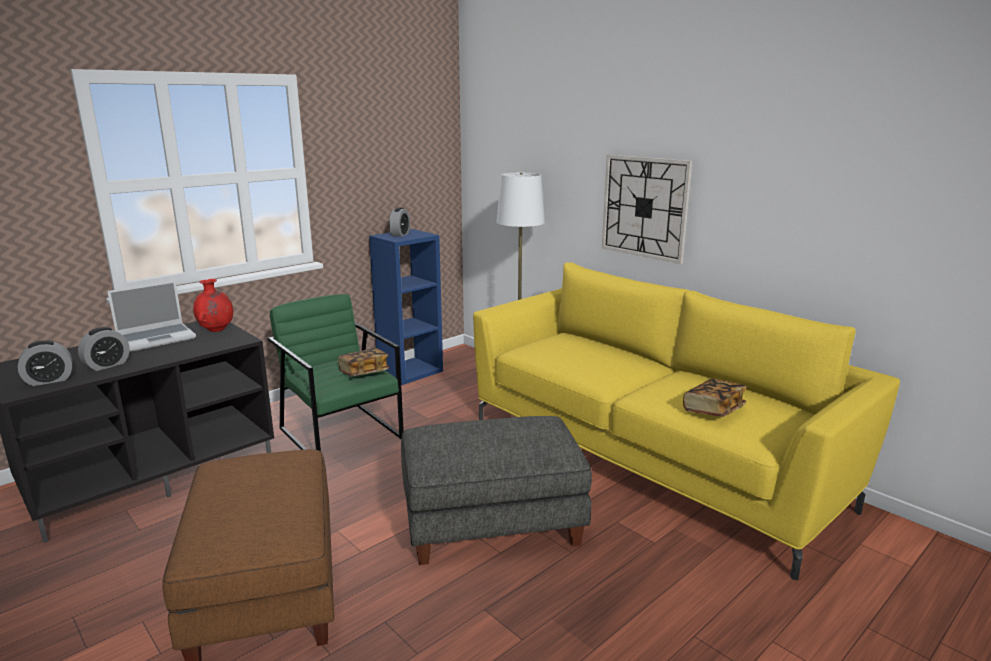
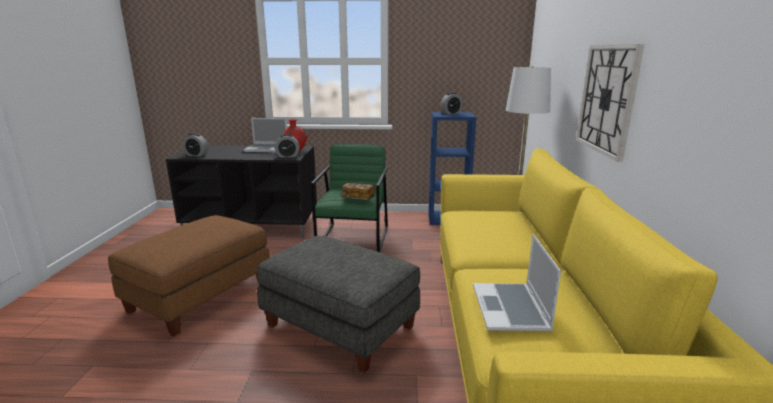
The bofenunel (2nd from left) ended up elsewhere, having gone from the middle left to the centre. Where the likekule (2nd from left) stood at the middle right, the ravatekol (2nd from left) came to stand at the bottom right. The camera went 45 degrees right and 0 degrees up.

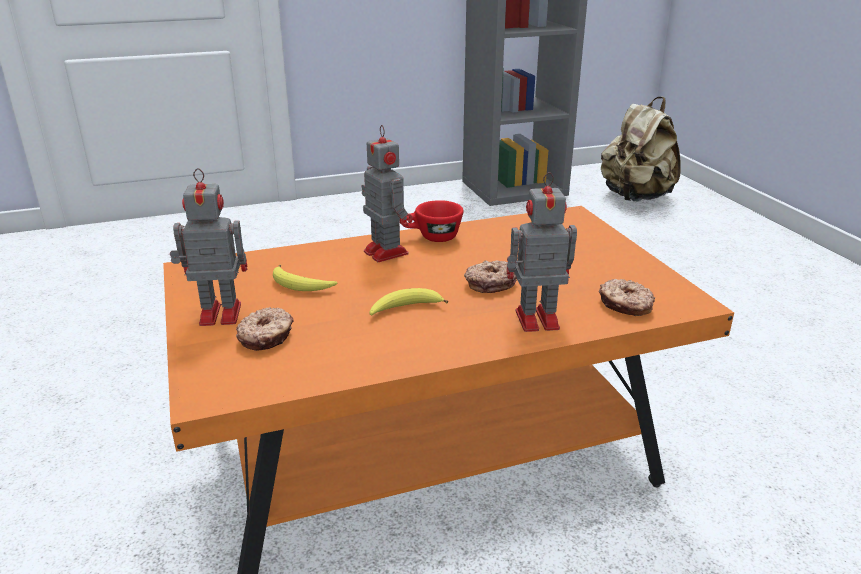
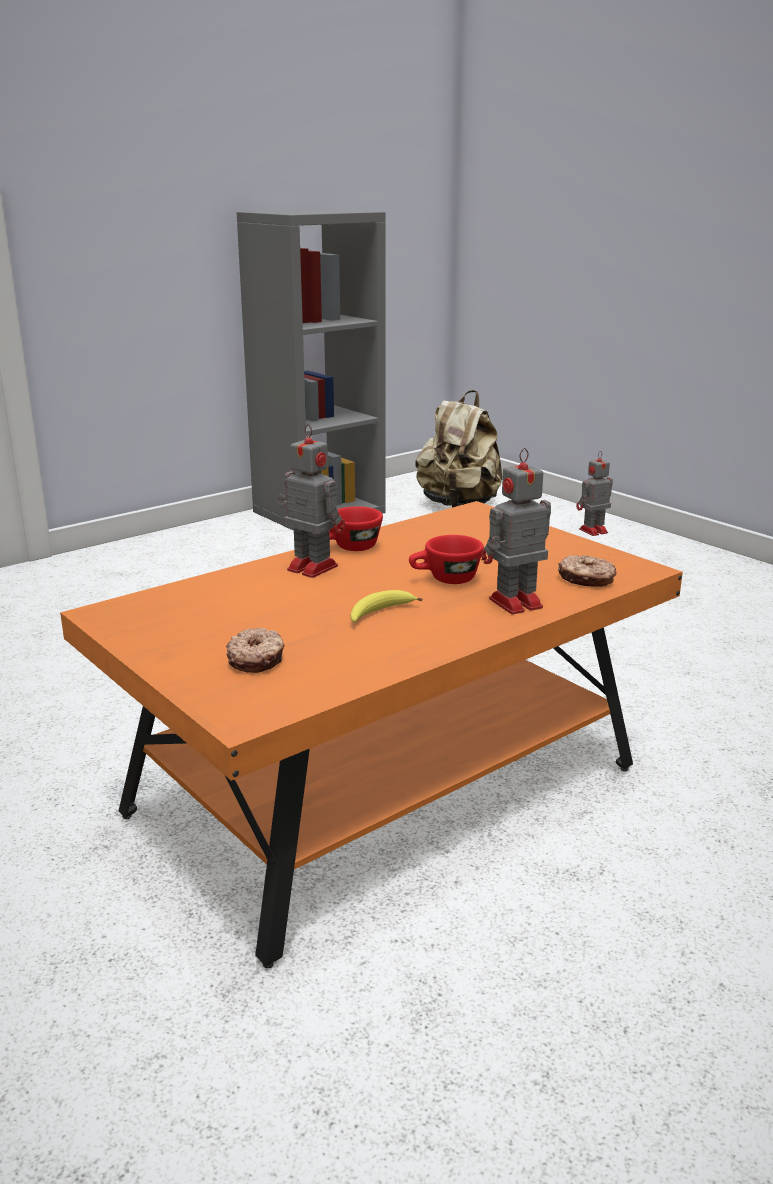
The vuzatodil (1st from left in the first image) ended up elsewhere, having gone from the middle left to the middle right. Where the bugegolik (2nd from left) stood at the centre, the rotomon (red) (2nd from left) came to stand at the centre. The second view lost the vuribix (1st from left) at the centre. The camera went 20 degrees left and 5 degrees down.

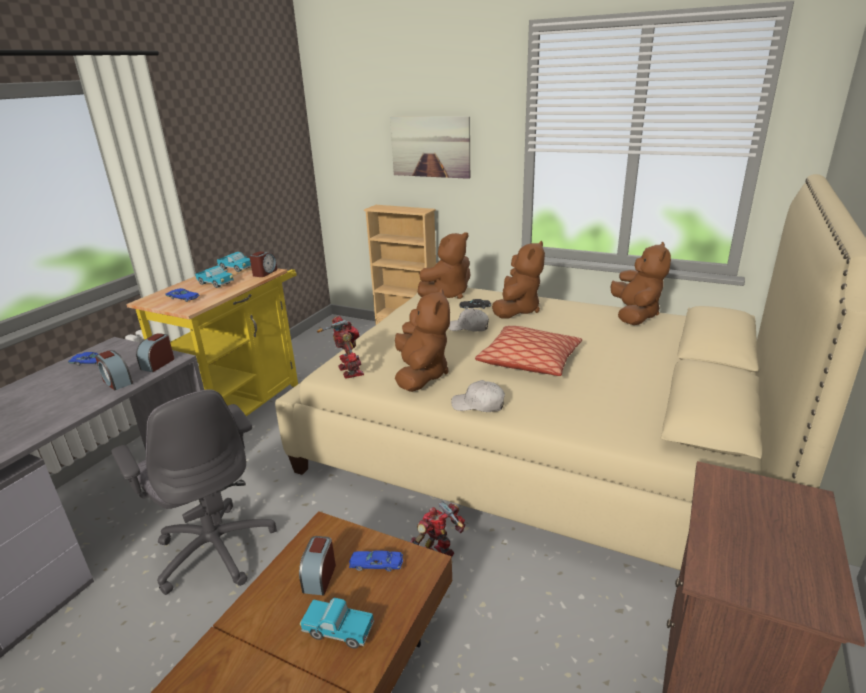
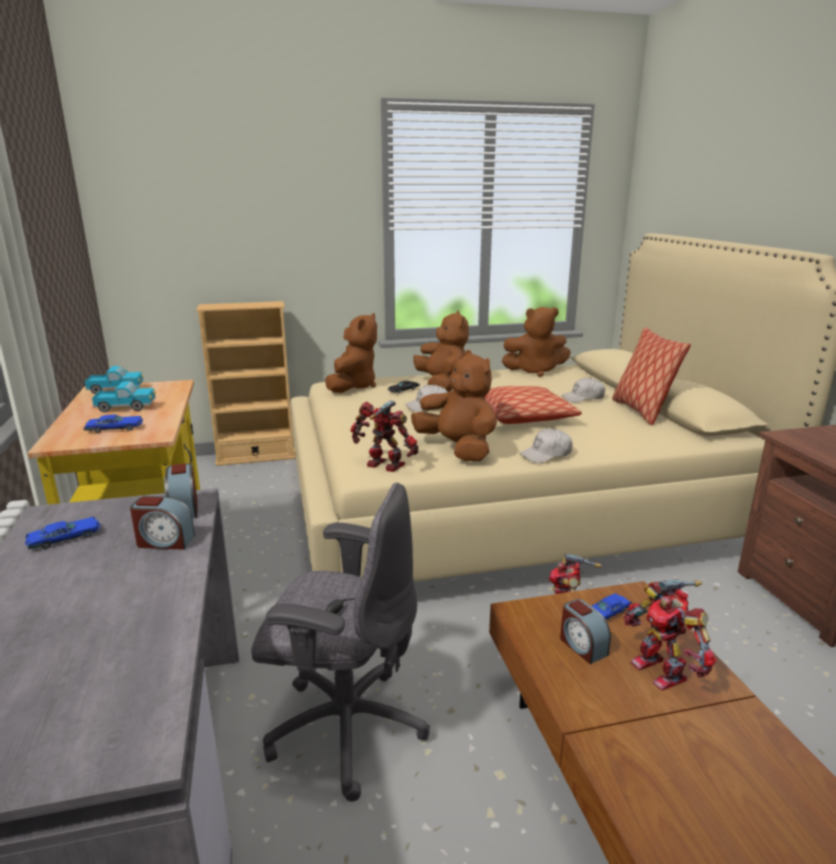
The second view lost the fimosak at the top centre. The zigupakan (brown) (4th from left) at the middle right ended up facing another way, 120 degrees clockwise from before. The second view lost the bofenunel (3rd from left) at the middle left. Where the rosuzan (3rd from left) stood at the bottom centre, the vuzatodil (3rd from left) came to stand at the bottom right. The second view gained the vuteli (2nd from left) at the middle right. The second view gained the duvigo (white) (3rd from left) at the middle right. The camera went 40 degrees left and 5 degrees down.

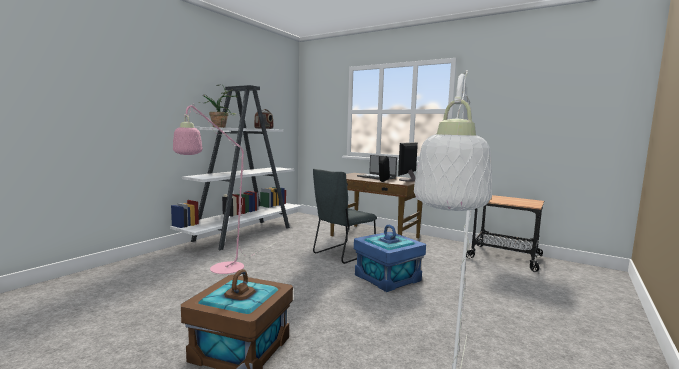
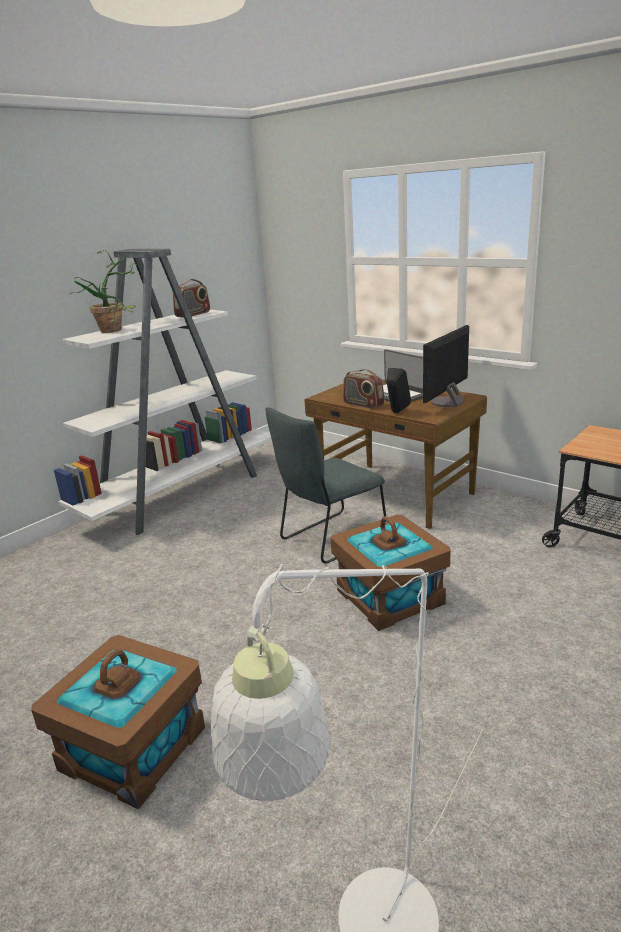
The second view lost the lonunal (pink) at the middle left. What was the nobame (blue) at the bottom centre turned into the nobame (brown) (2nd from left) at the centre. The second view gained the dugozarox (2nd from left) at the centre. The camera went 10 degrees right and 15 degrees up.

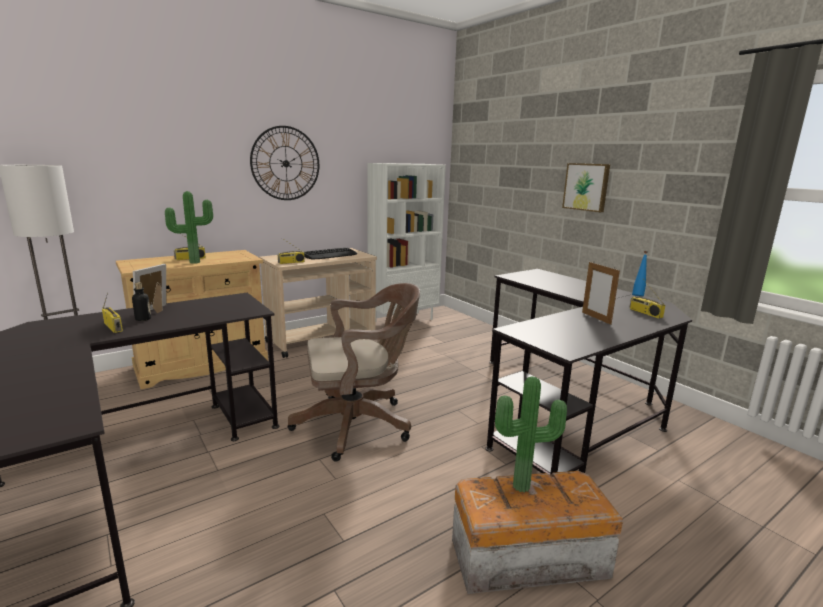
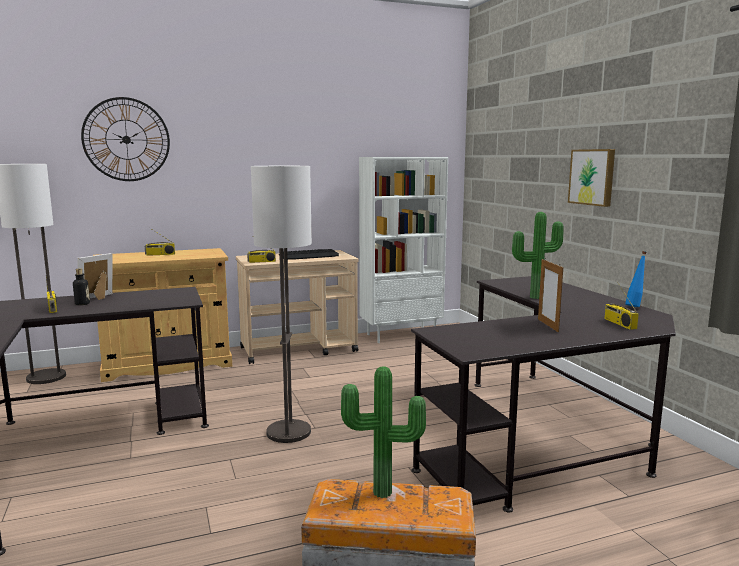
The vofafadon ended up elsewhere, having gone from the top centre to the top left. The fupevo (1st from left in the first image) ended up elsewhere, having gone from the middle left to the middle right. Where the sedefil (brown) stood at the centre, the lonunal (2nd from left) came to stand at the centre. The camera went 15 degrees right and 5 degrees down.

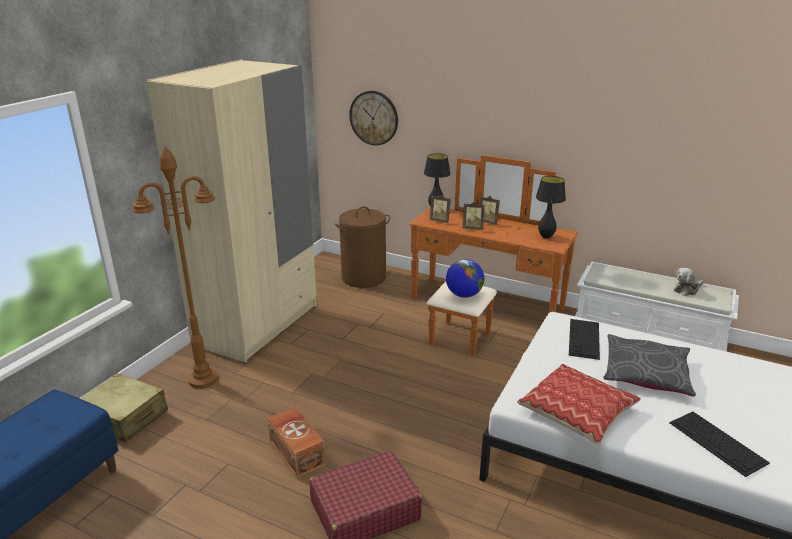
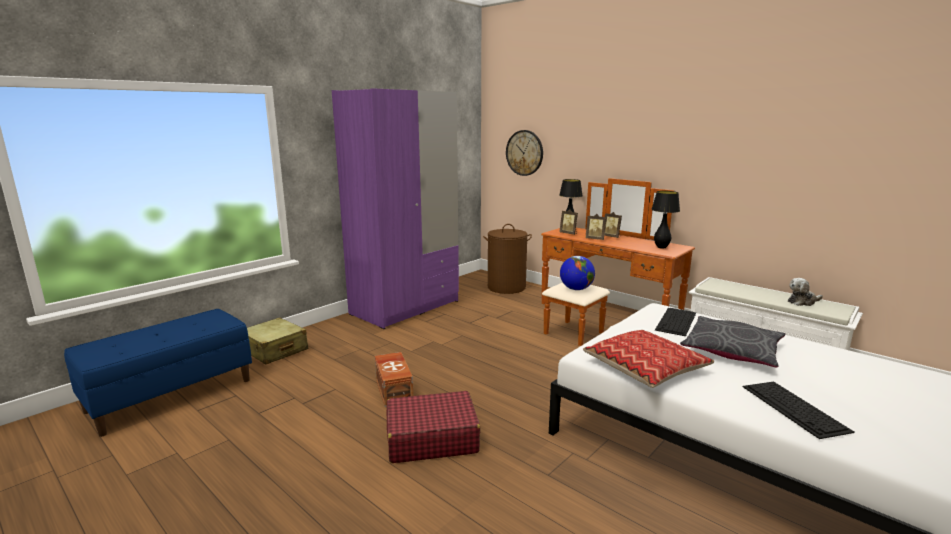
What was the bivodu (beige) at the middle left turned into the bivodu (purple) at the centre. The second view lost the lonunal (brown) at the middle left. The camera went 15 degrees right and 10 degrees down.

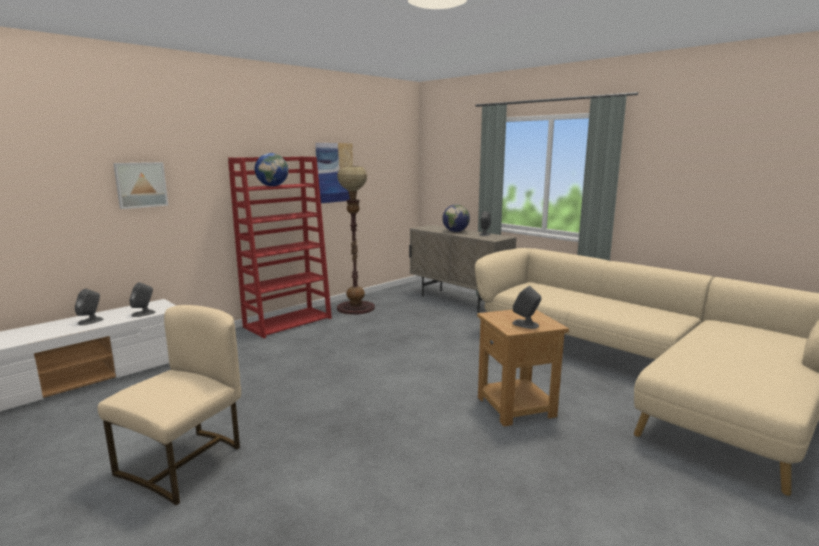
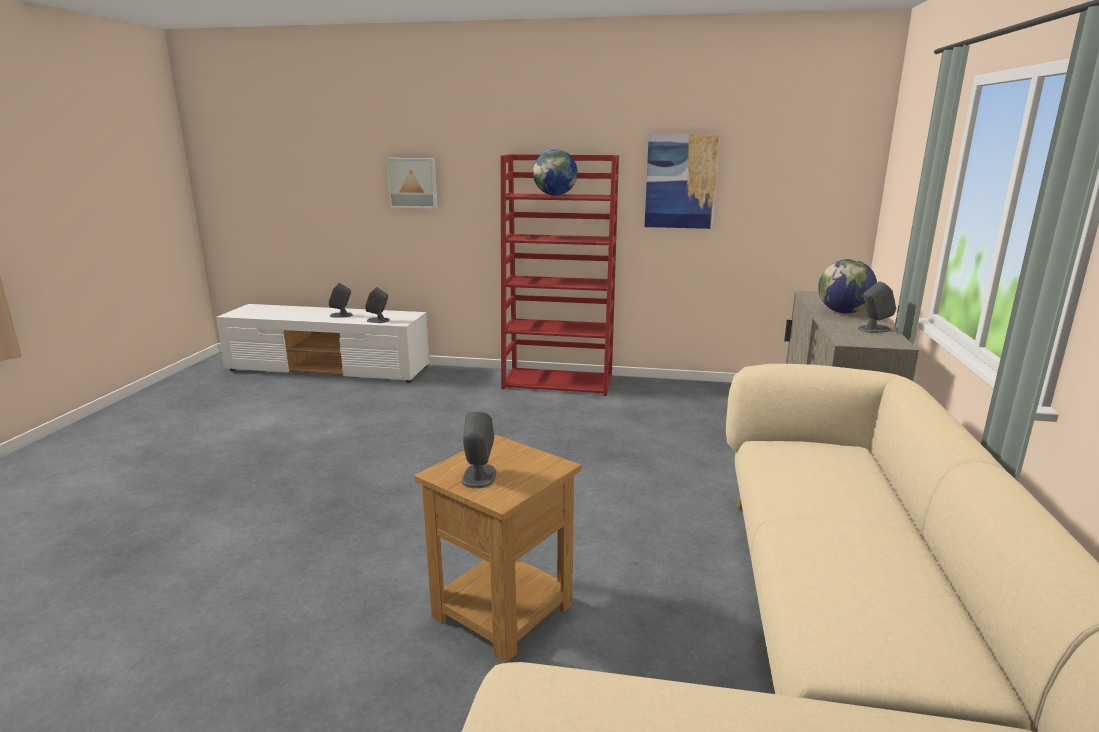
The second view lost the lonunal at the centre. The second view lost the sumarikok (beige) at the bottom left. The camera went 55 degrees right and 5 degrees up.

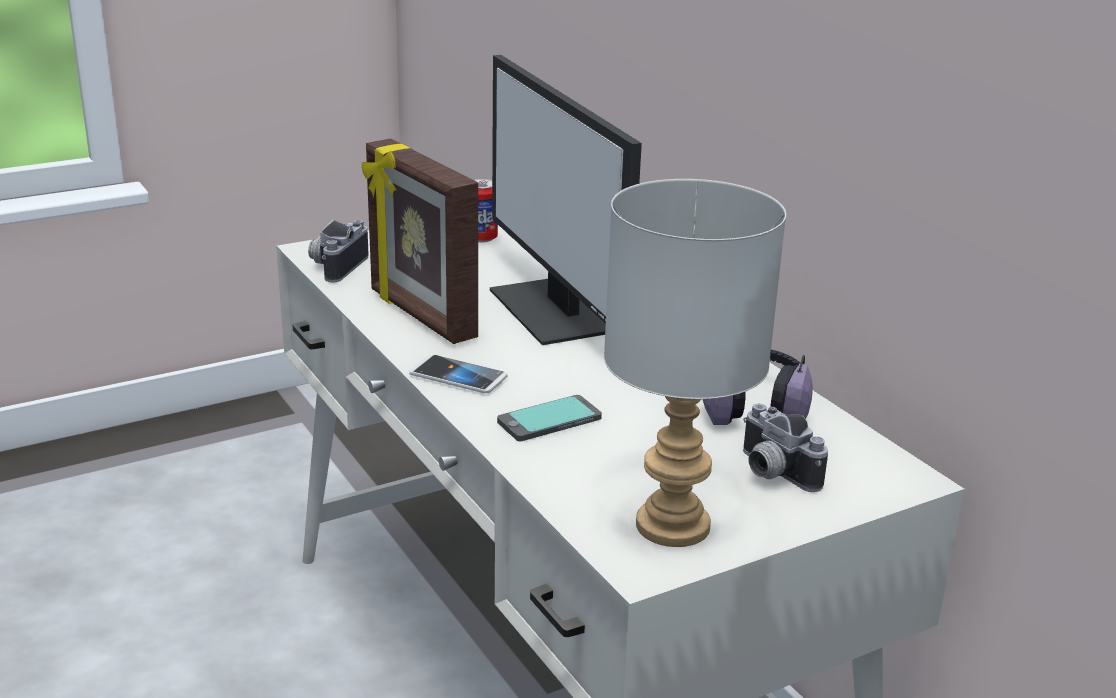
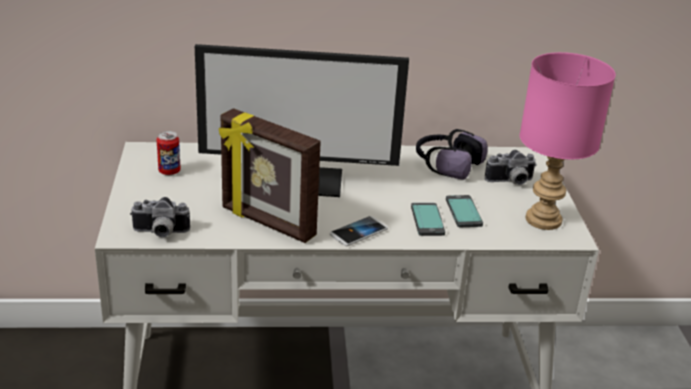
The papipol at the centre ended up facing another way, 45 degrees clockwise from before. What was the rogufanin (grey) at the centre turned into the rogufanin (pink) at the middle right. The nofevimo (1st from left) at the middle left ended up facing another way, 45 degrees counterclockwise from before. The second view gained the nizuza (3rd from left) at the middle right. The camera went 65 degrees left and 5 degrees up.

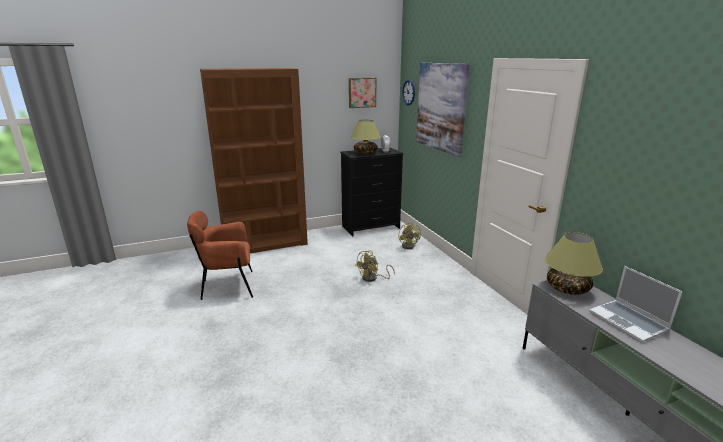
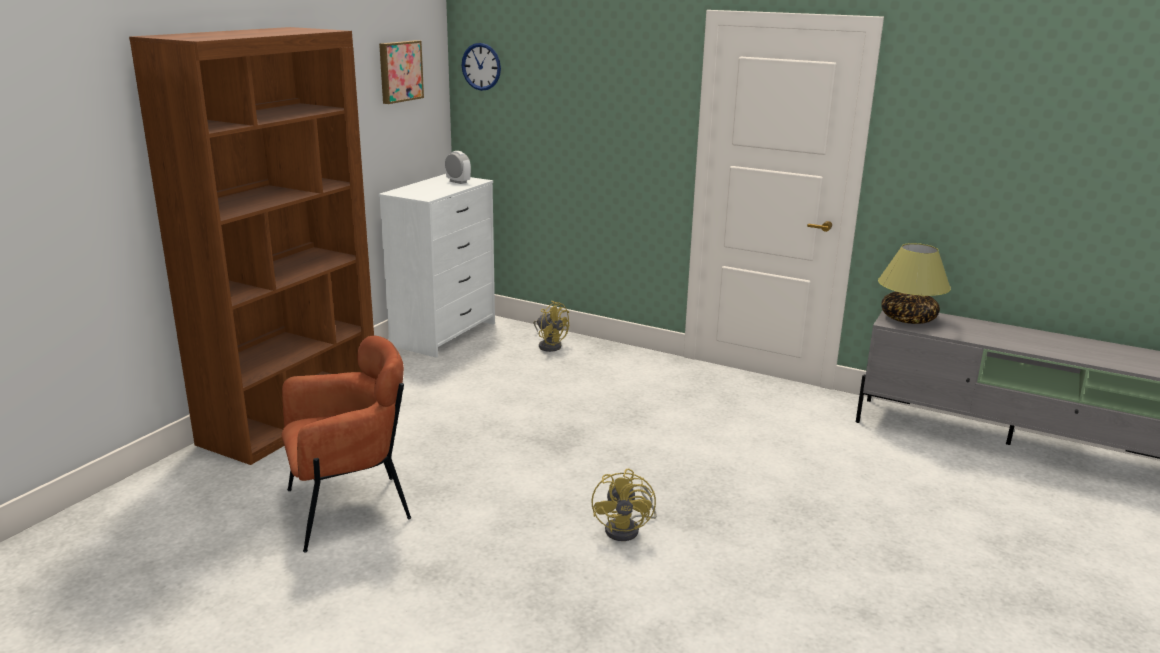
The second view lost the fimosak (2nd from left) at the top centre. The second view lost the rogufanin (1st from left) at the top centre. What was the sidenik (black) at the centre turned into the sidenik (white) at the centre. The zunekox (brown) at the middle left ended up facing another way, 150 degrees counterclockwise from before. The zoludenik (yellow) (1st from left in the first image) ended up elsewhere, having gone from the centre to the bottom centre. The second view lost the ravatekol at the bottom right. The camera went 40 degrees left and 0 degrees up.

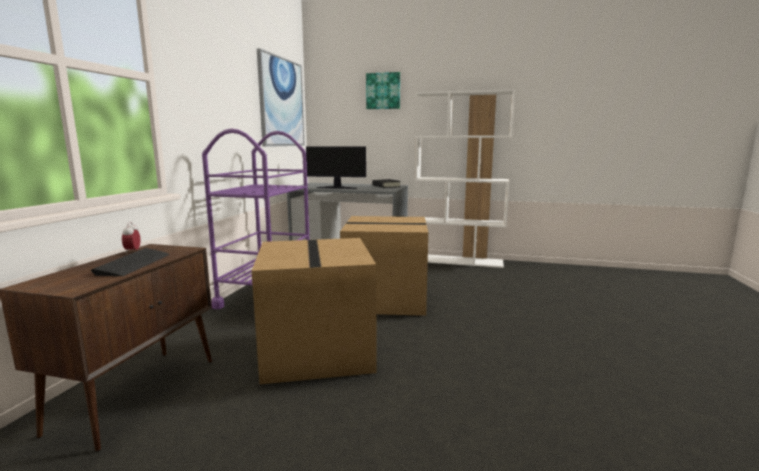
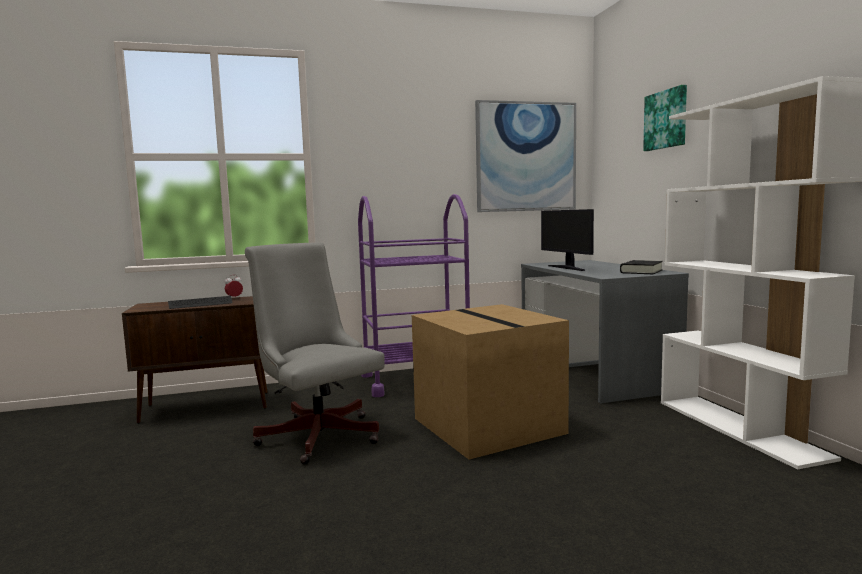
Where the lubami (1st from left) stood at the centre, the sedefil (grey) came to stand at the centre. The camera went 60 degrees right and 5 degrees down.

